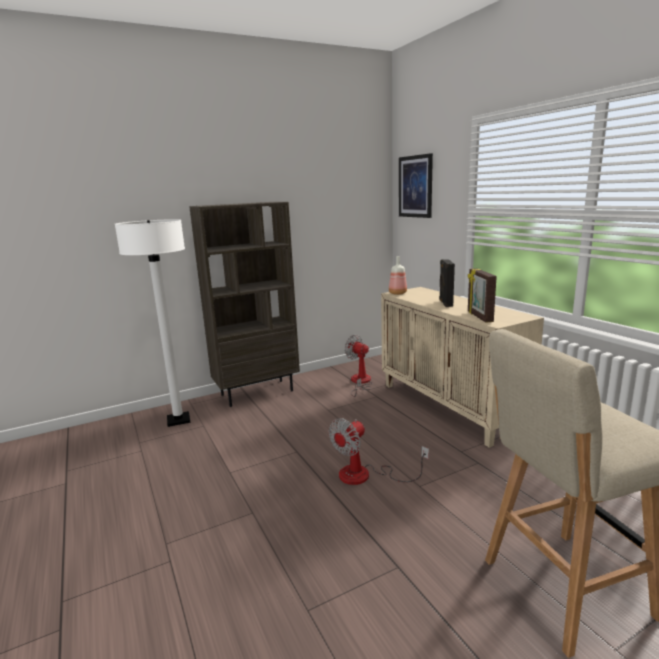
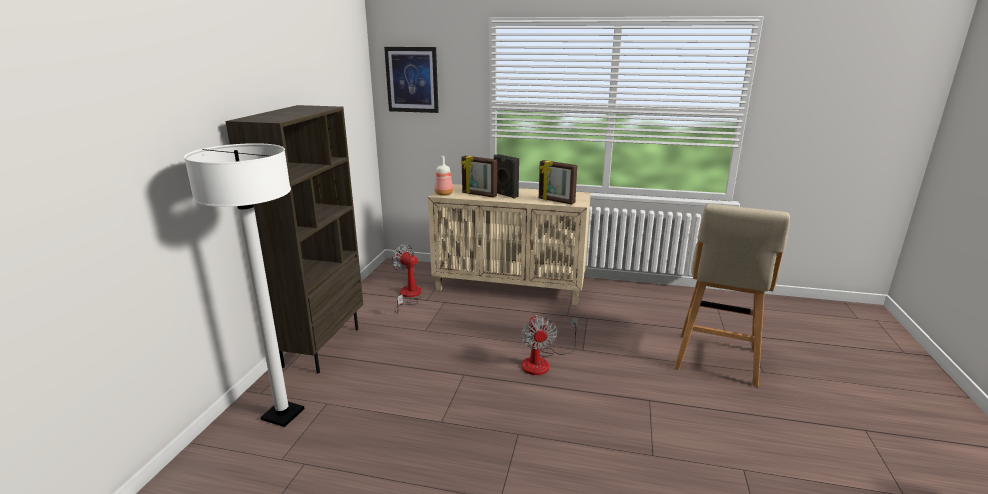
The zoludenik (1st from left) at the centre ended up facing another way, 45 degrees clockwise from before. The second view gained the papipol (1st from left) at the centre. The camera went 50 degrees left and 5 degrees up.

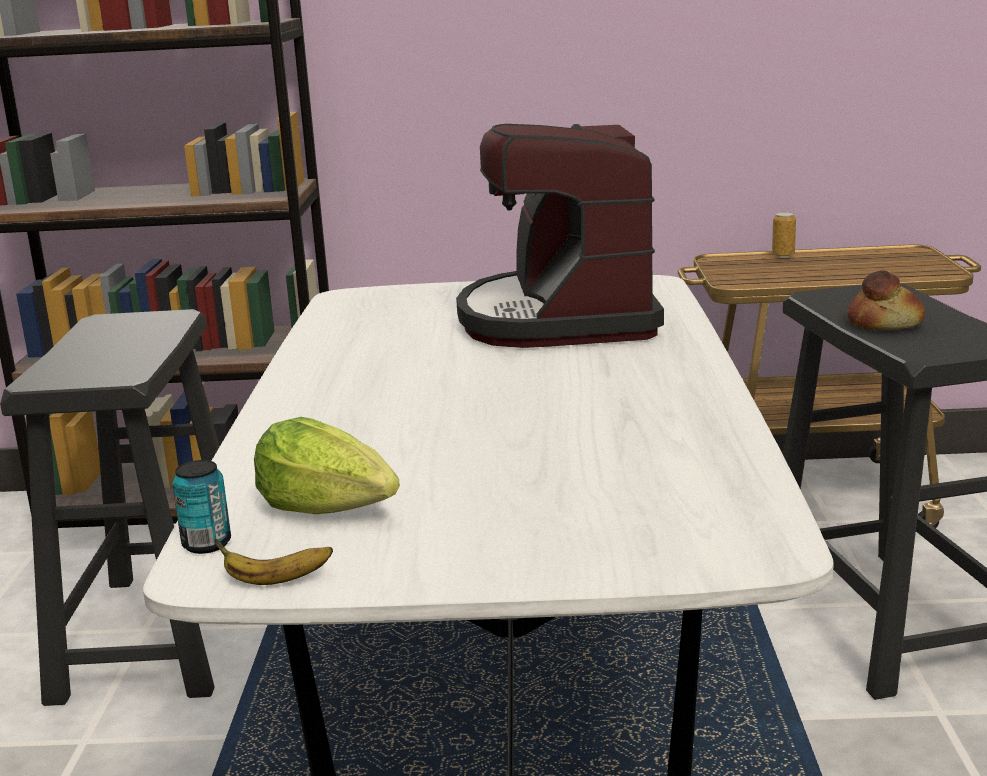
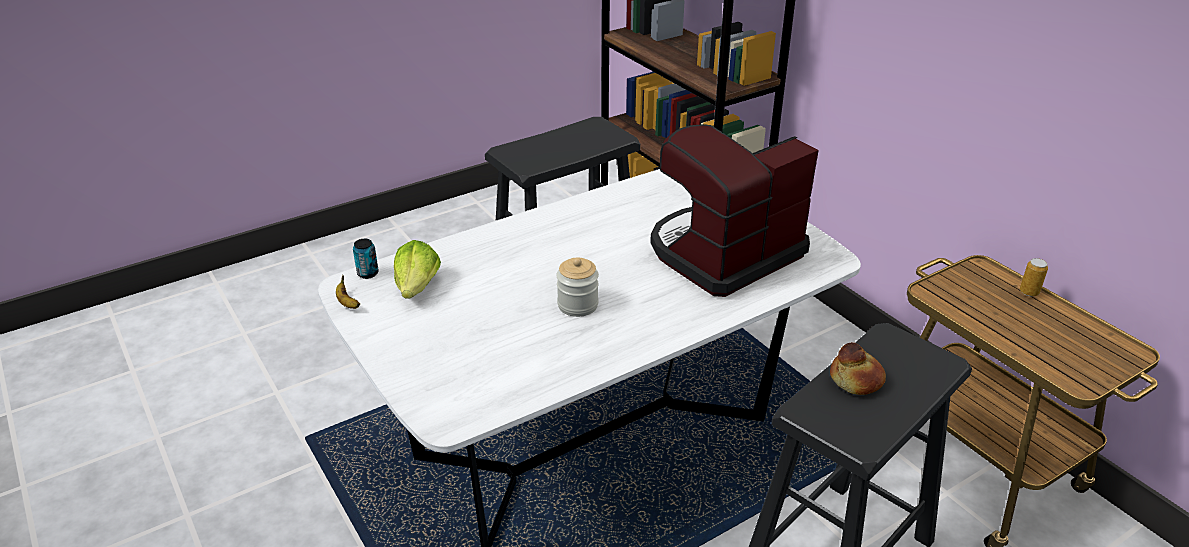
The second view gained the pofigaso at the centre. The camera went 55 degrees right and 15 degrees up.

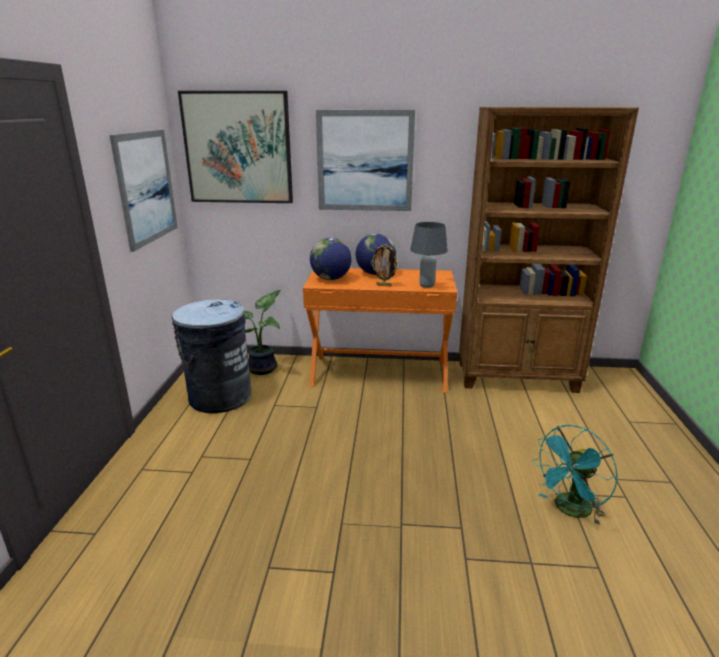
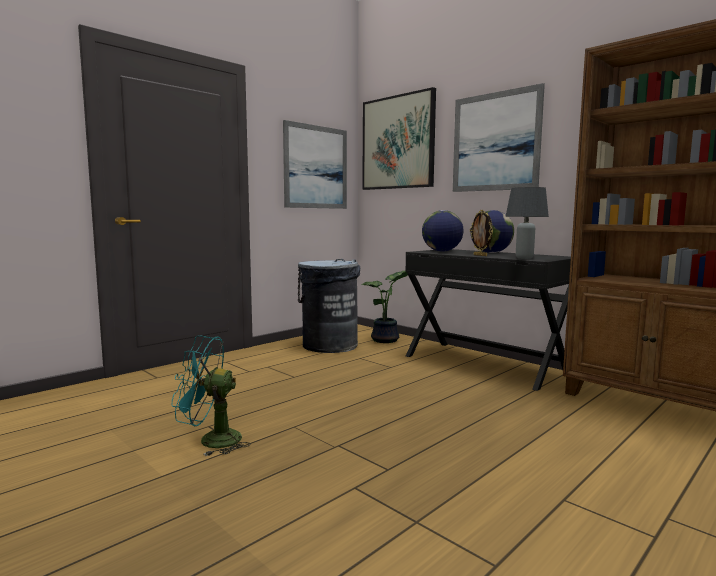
What was the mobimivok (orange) at the centre turned into the mobimivok (black) at the middle right. The zoludenik (turquoise) ended up elsewhere, having gone from the bottom right to the bottom left. The camera went 40 degrees right and 15 degrees down.

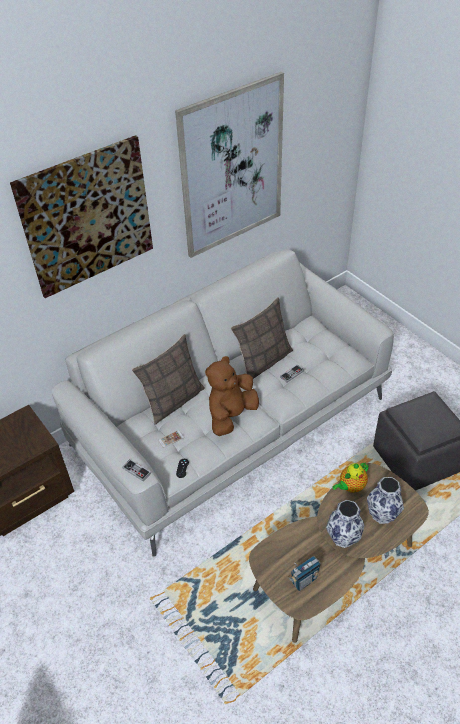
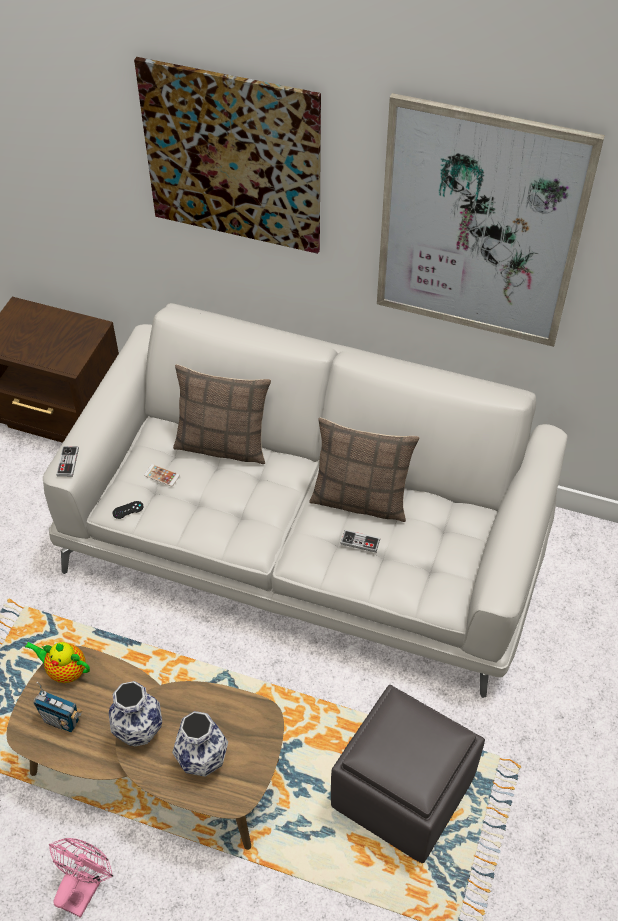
The second view lost the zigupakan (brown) at the centre. The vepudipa ended up elsewhere, having gone from the middle right to the bottom left. The second view gained the zoludenik (pink) at the bottom left. The camera went 55 degrees right and 5 degrees up.

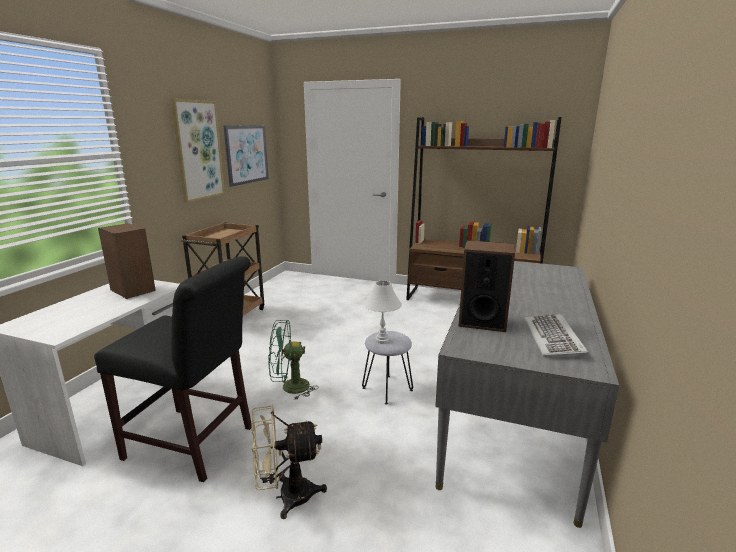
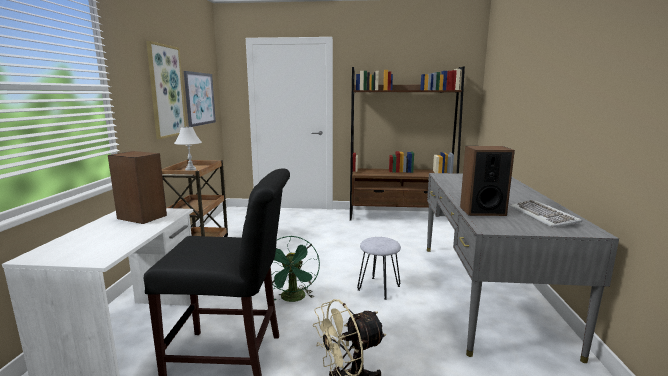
The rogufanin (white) ended up elsewhere, having gone from the centre to the middle left. The zoludenik (green) at the centre ended up facing another way, 60 degrees counterclockwise from before. The camera went 15 degrees left and 5 degrees down.

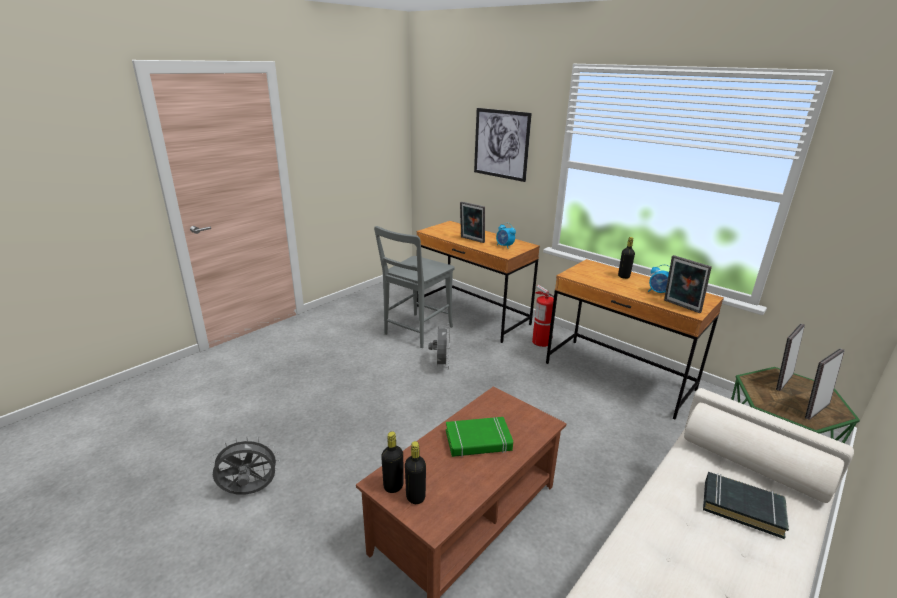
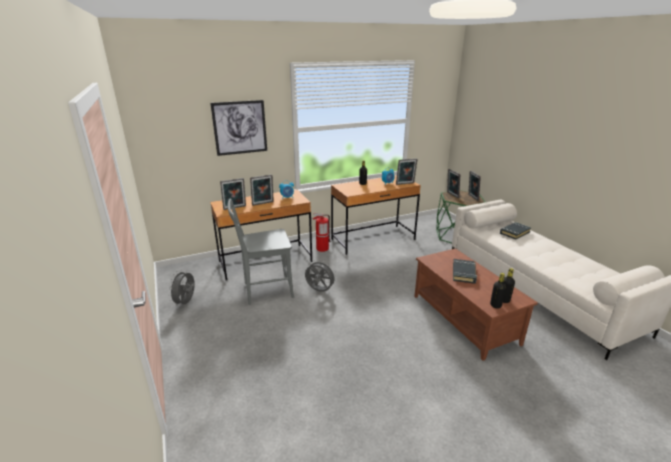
The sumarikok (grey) at the centre ended up facing another way, 105 degrees clockwise from before. What was the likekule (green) at the bottom centre turned into the likekule (black) (1st from left) at the middle right. The zoludenik (grey) (1st from left) ended up elsewhere, having gone from the bottom left to the middle left. The second view gained the papipol (1st from left) at the centre. The camera went 65 degrees left and 0 degrees up.

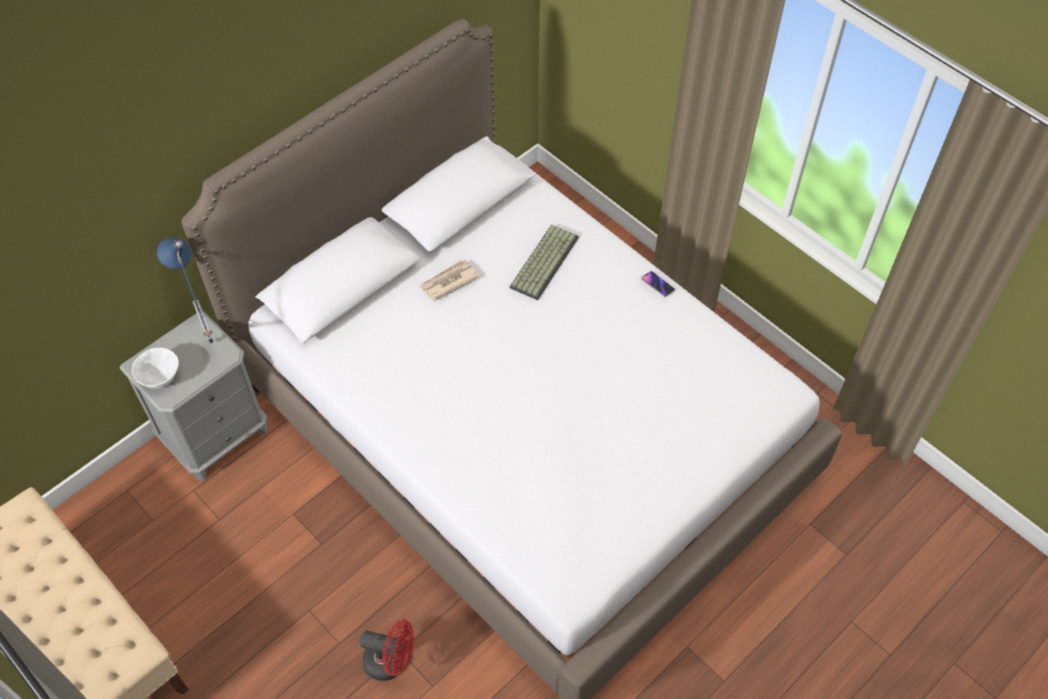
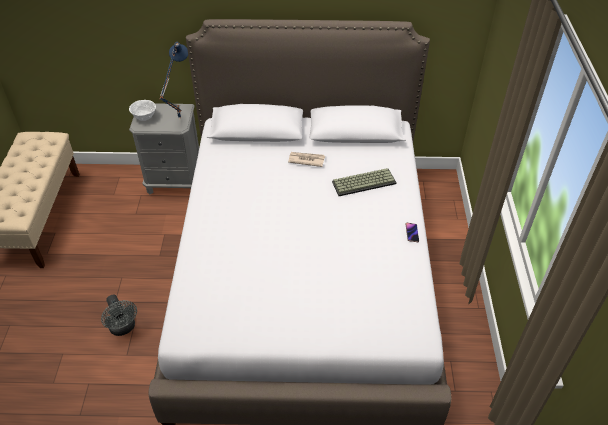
What was the zoludenik (red) at the bottom centre turned into the zoludenik (grey) at the bottom left. The camera went 45 degrees right and 10 degrees down.

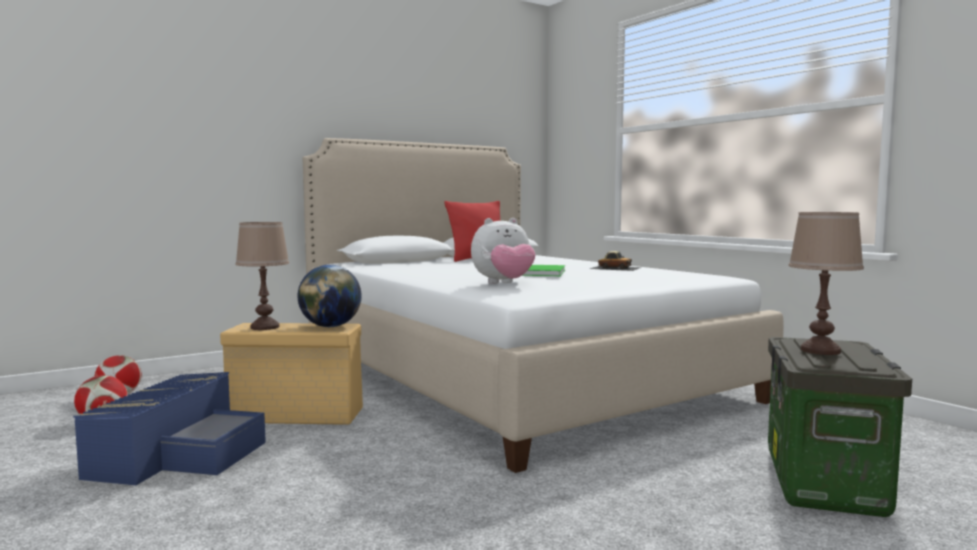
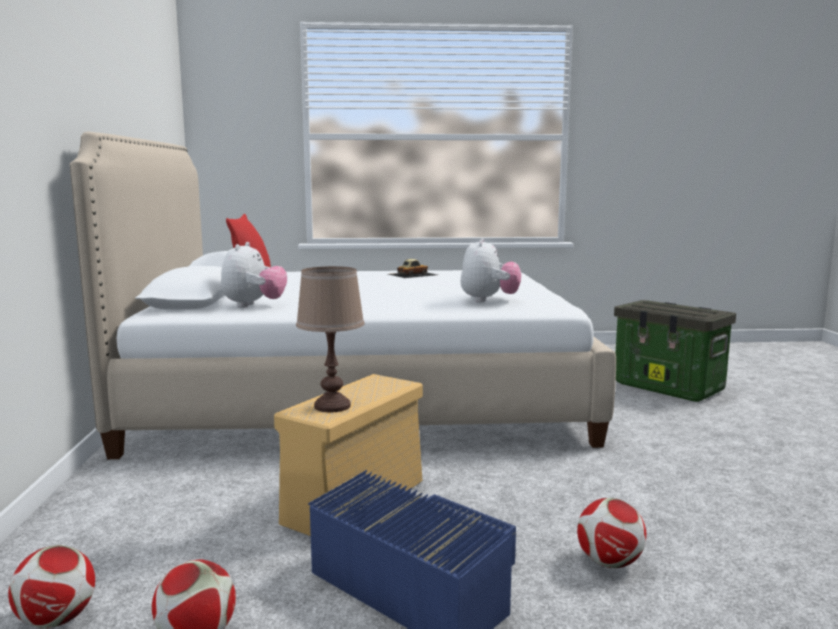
The second view lost the rogufanin (brown) (2nd from left) at the middle right. The second view lost the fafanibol at the centre. The second view lost the likekule (green) at the centre. The second view gained the zigupakan (1st from left) at the middle left. The second view gained the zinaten (3rd from left) at the bottom right. The camera went 60 degrees left and 5 degrees up.

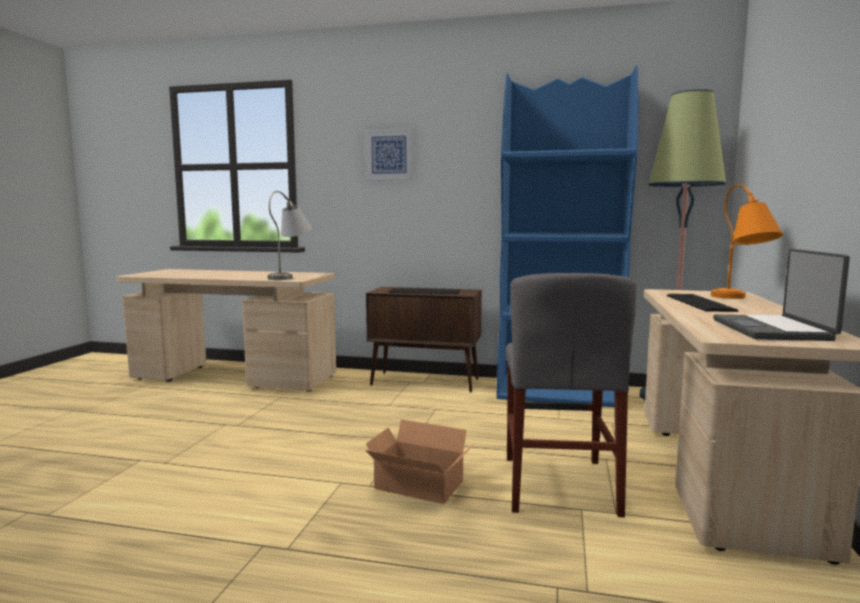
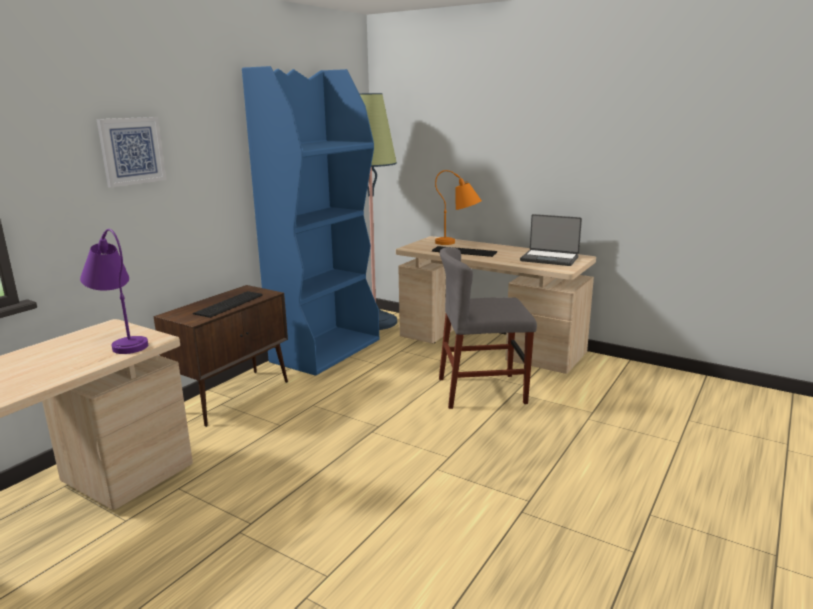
What was the rogufanin (grey) at the centre turned into the rogufanin (purple) at the middle left. The sumarikok (grey) at the centre ended up facing another way, 150 degrees clockwise from before. The second view lost the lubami at the bottom centre. The camera went 70 degrees left and 10 degrees up.

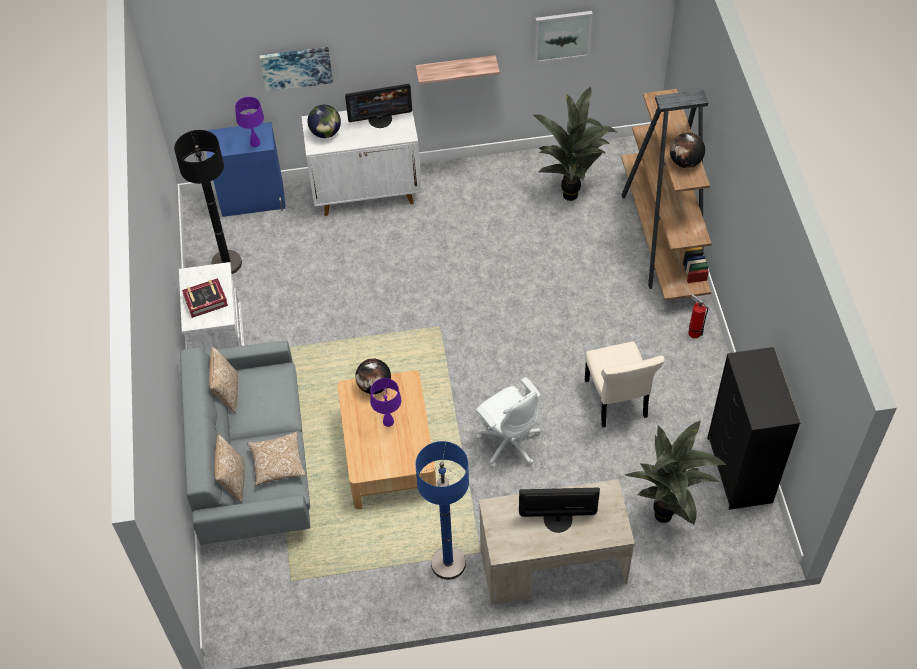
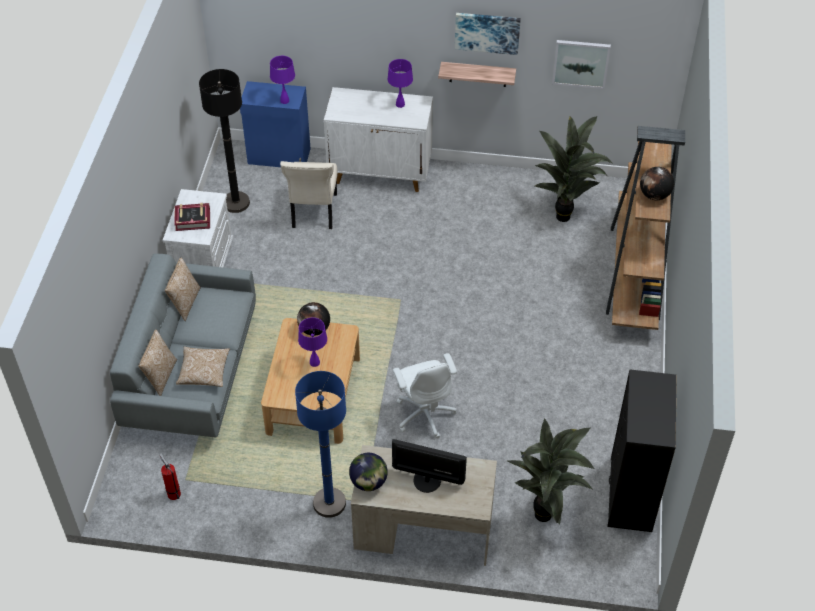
The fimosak (1st from left) ended up elsewhere, having gone from the top left to the top centre. Where the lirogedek (1st from left) stood at the top centre, the rogufanin (purple) (3rd from left) came to stand at the top centre. The fafanibol (1st from left in the first image) ended up elsewhere, having gone from the top centre to the bottom centre. The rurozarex ended up elsewhere, having gone from the middle right to the bottom left. The sumarikok (beige) ended up elsewhere, having gone from the middle right to the top centre. The camera went 15 degrees right and 5 degrees down.

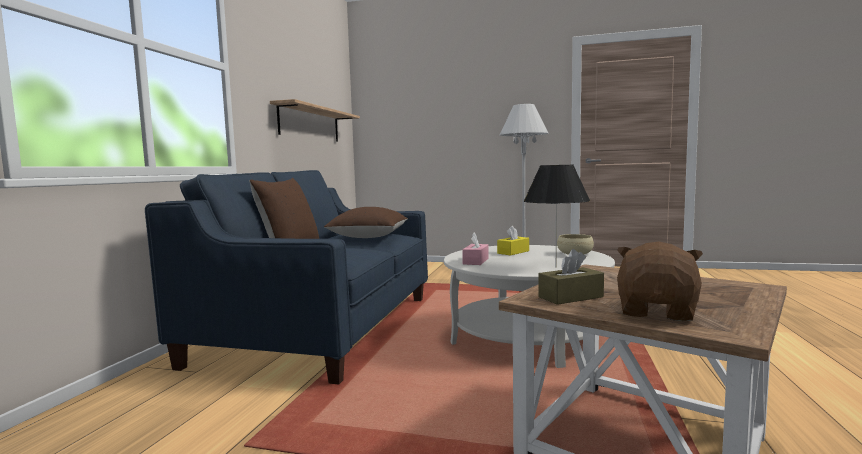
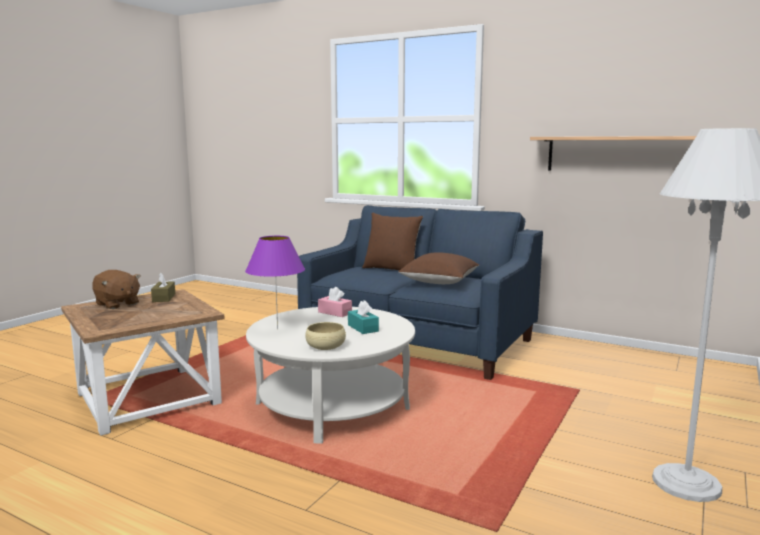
What was the rogufanin (black) at the centre turned into the rogufanin (purple) at the centre. What was the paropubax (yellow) at the centre turned into the paropubax (turquoise) at the centre. The camera went 105 degrees right and 5 degrees up.

